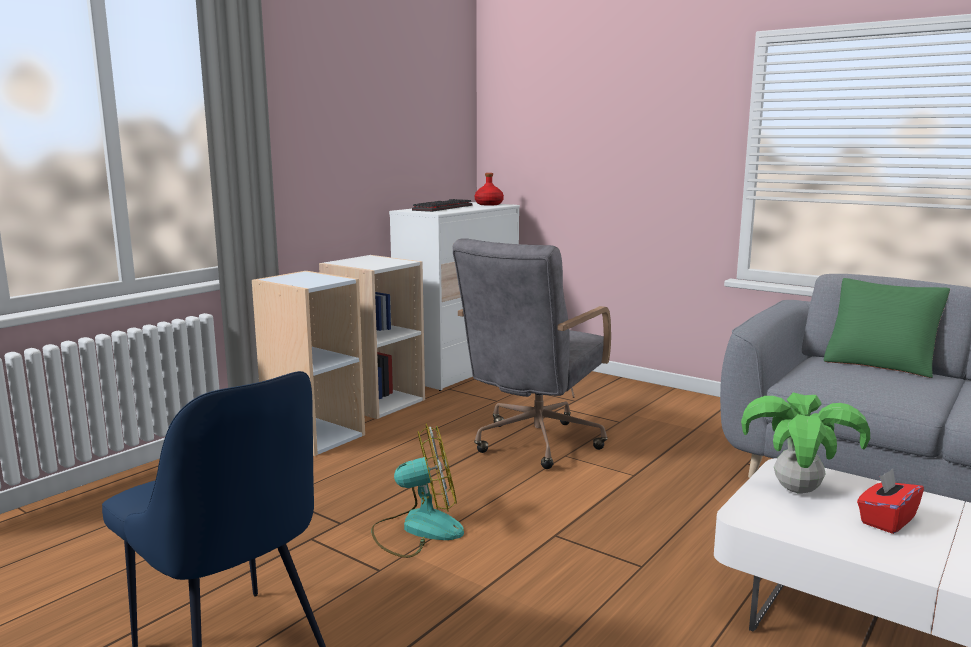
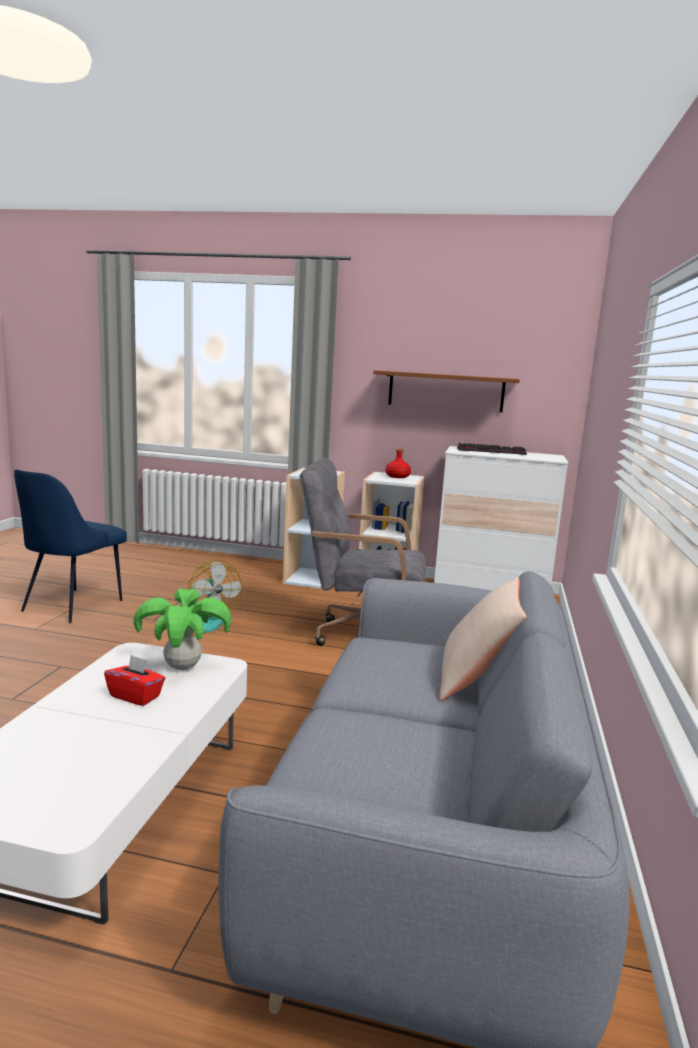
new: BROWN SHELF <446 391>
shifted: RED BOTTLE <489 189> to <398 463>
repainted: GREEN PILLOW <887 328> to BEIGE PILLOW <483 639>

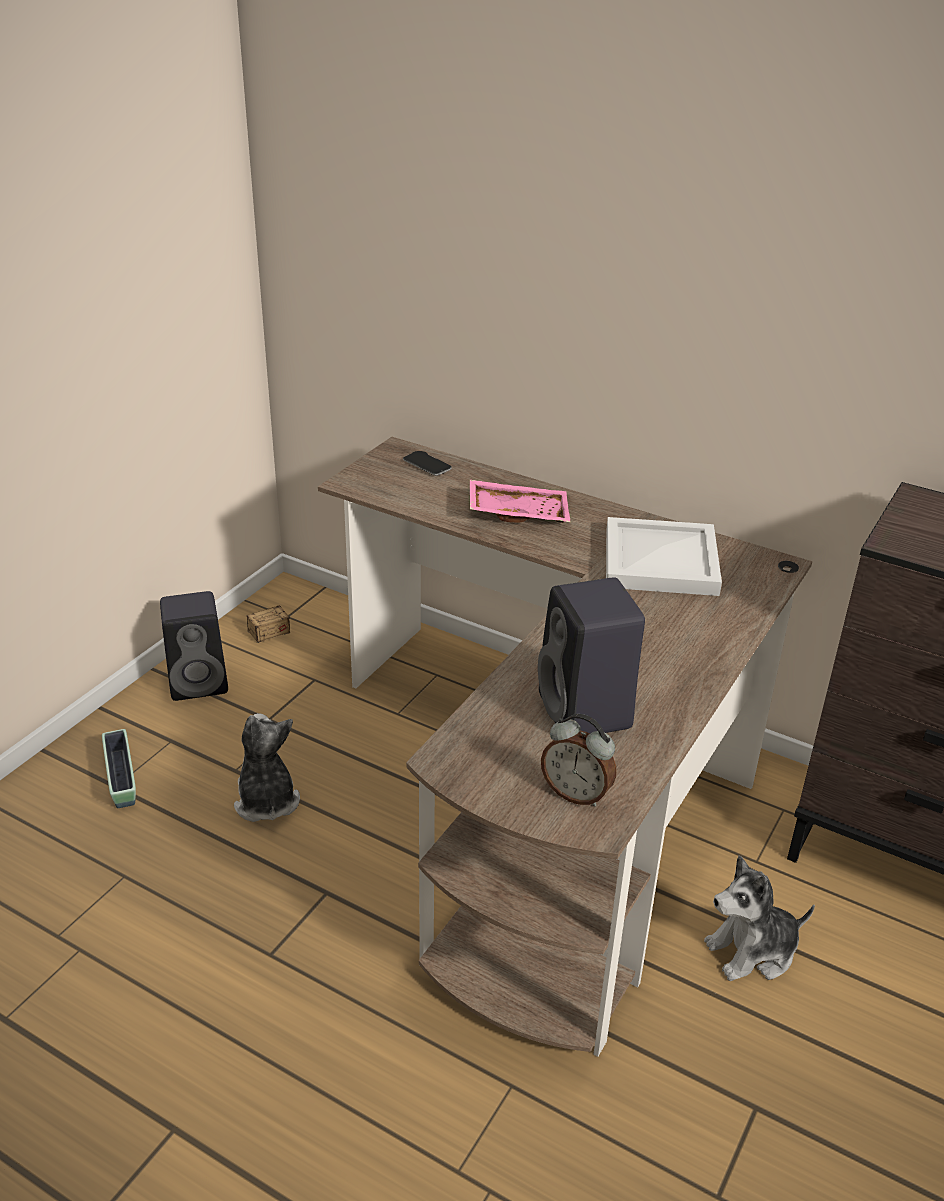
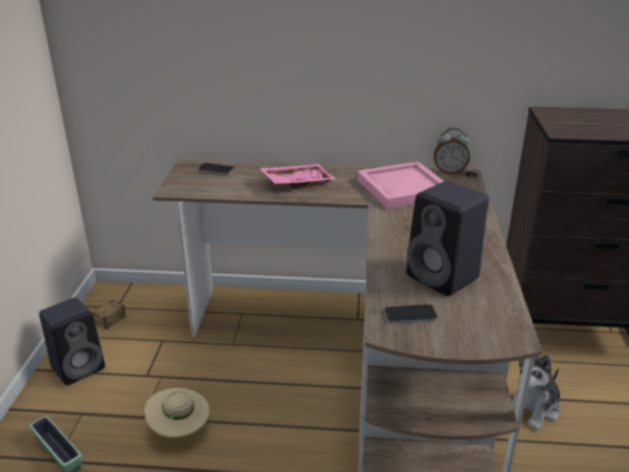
new: PHONE <411 313>
shifted: ALARM CLOCK <578 760> to <452 151>
swapped: PLUSH TOY <267 767> to BEIGE HAT <177 413>
repainted: WHITE TRAY <664 556> to PINK TRAY <400 185>

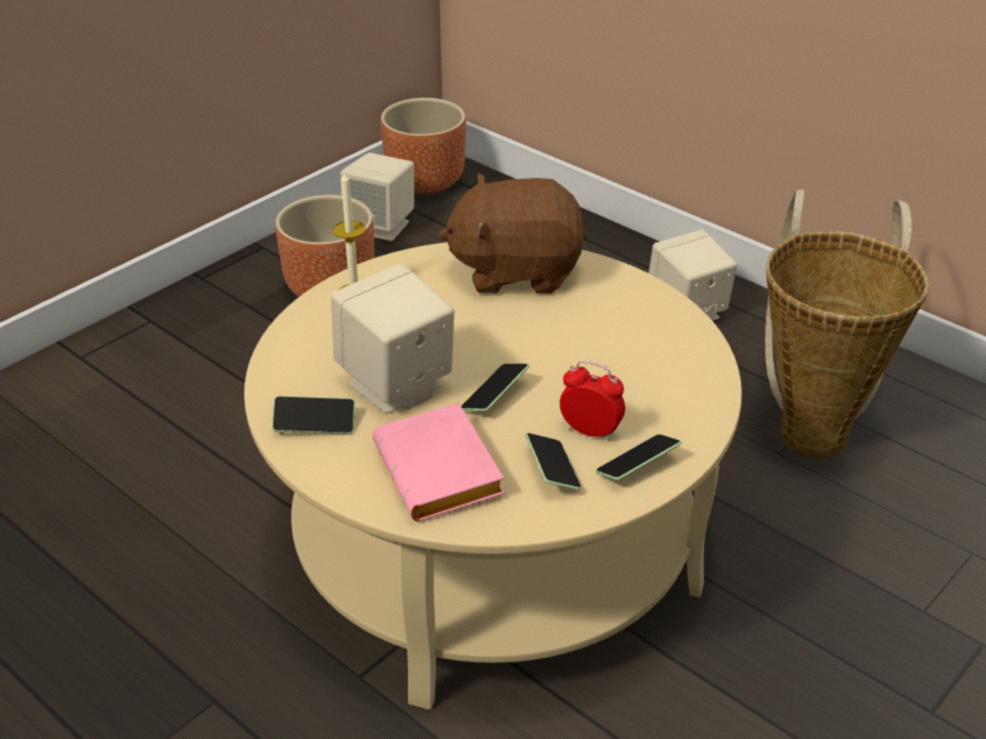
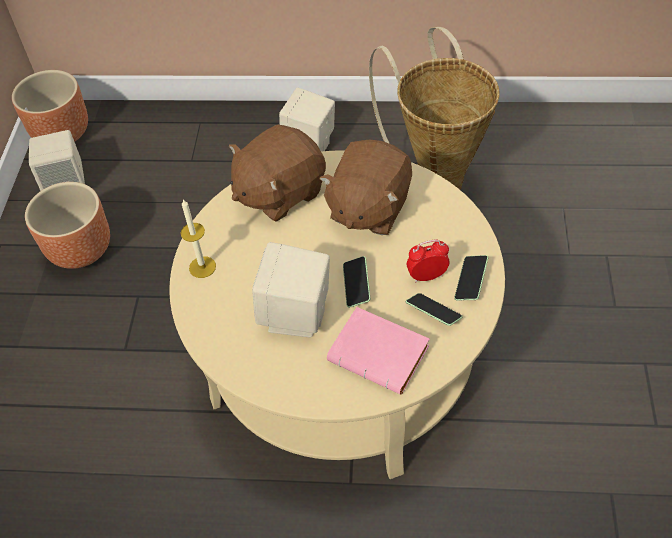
gone: PHONE <313 415>
new: BROWN PLUSH TOY <365 187>

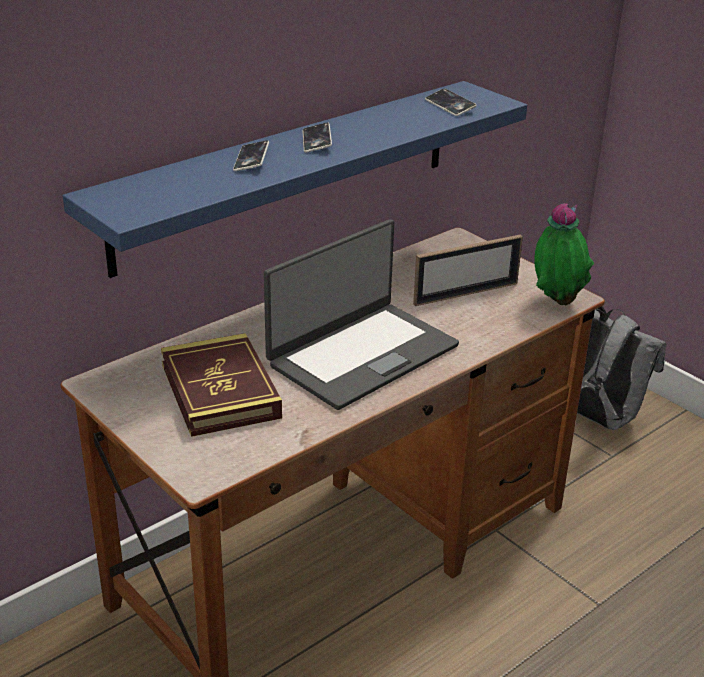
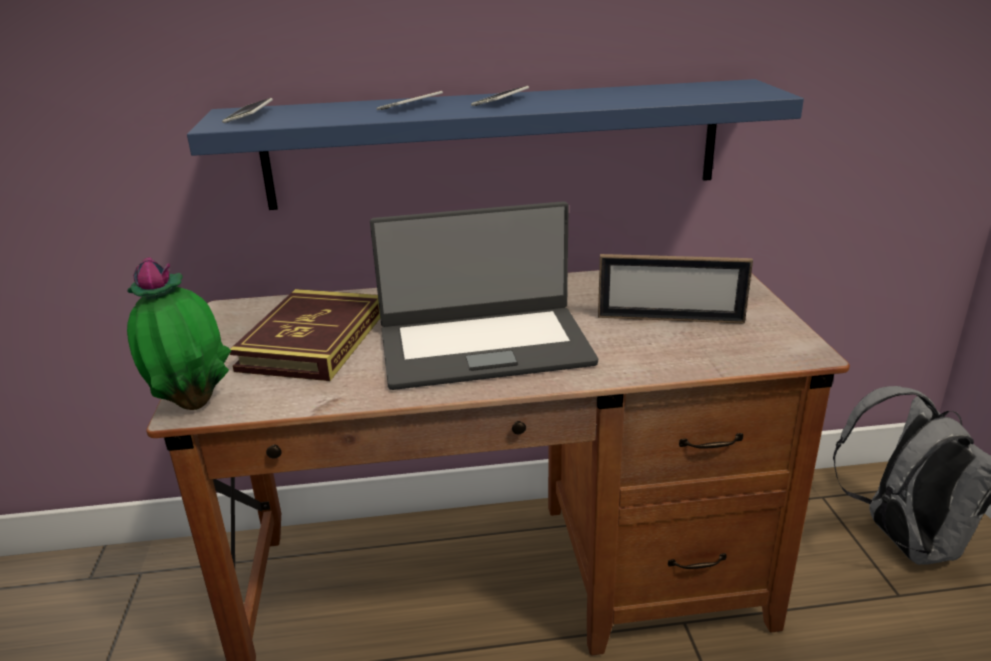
shifted: PHONE <451 102> to <247 110>; POTTED PLANT <564 254> to <179 333>

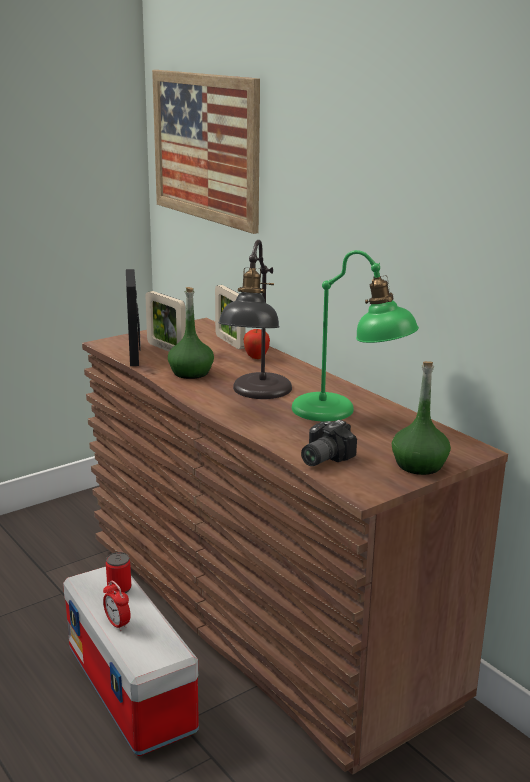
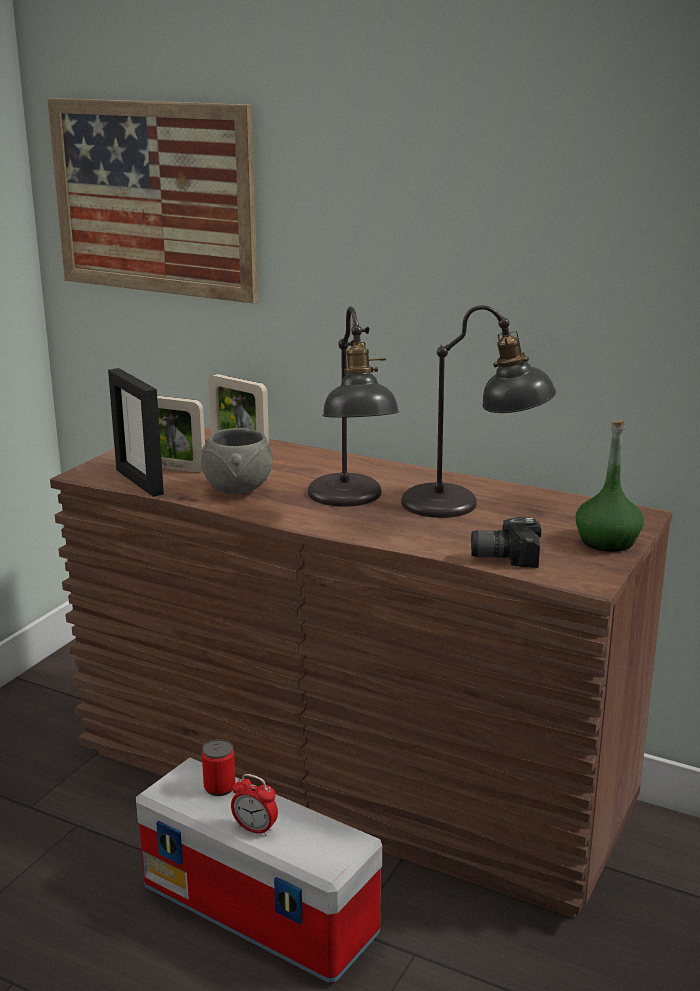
gone: APPLE <256 344>
swapped: GREEN BOTTLE <191 333> to GREY BOWL <237 461>
repainted: GREEN TABLE LAMP <355 336> to GREY TABLE LAMP <478 411>
rotated: PHOTO CAMERA <329 443> = <506 542> 75 degrees clockwise

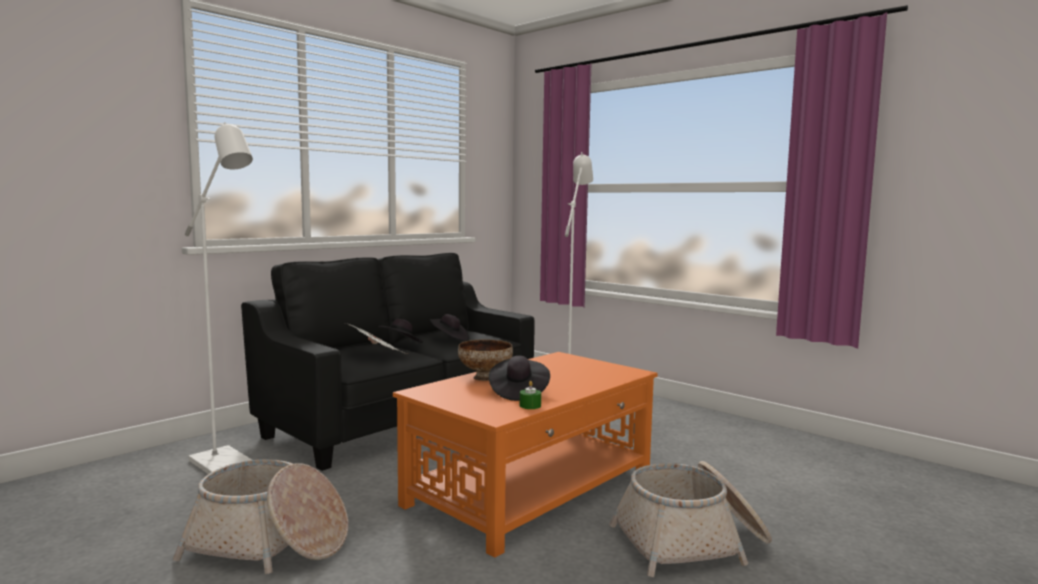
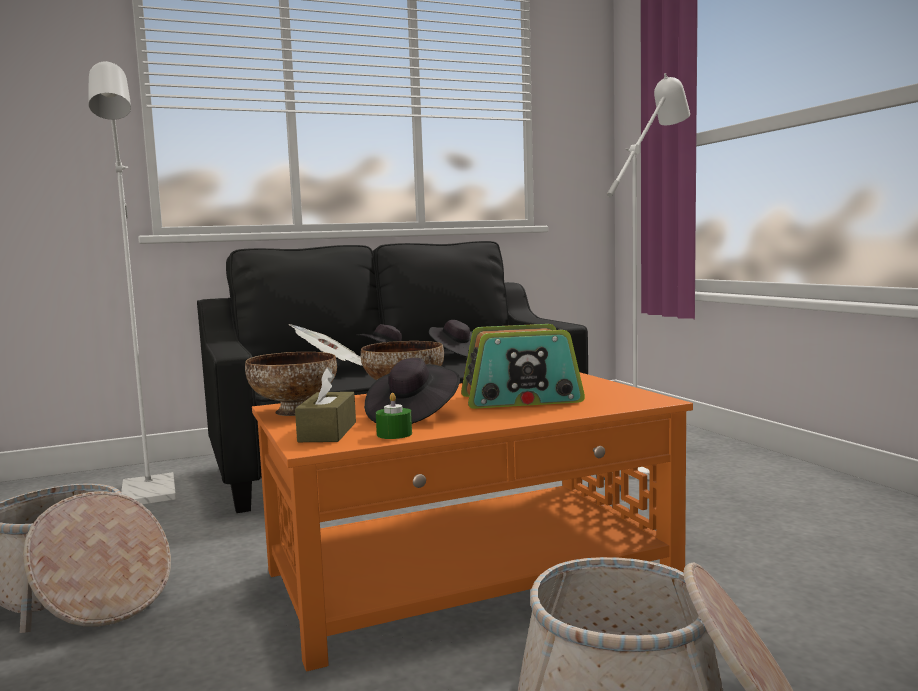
new: BOWL <291 384>; BROWN TISSUE BOX <325 404>; RADIO <523 366>

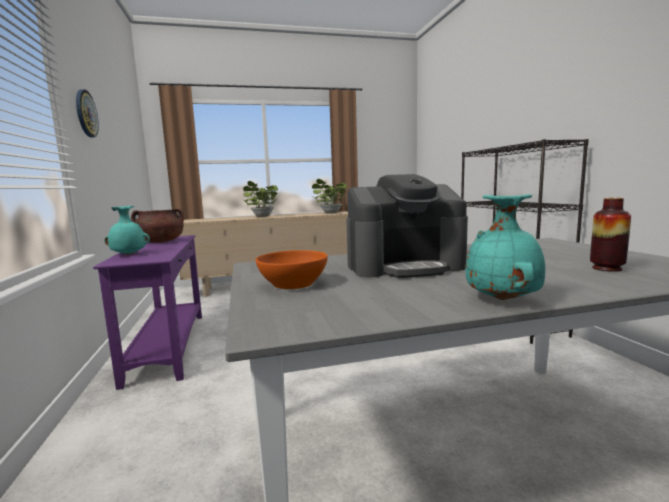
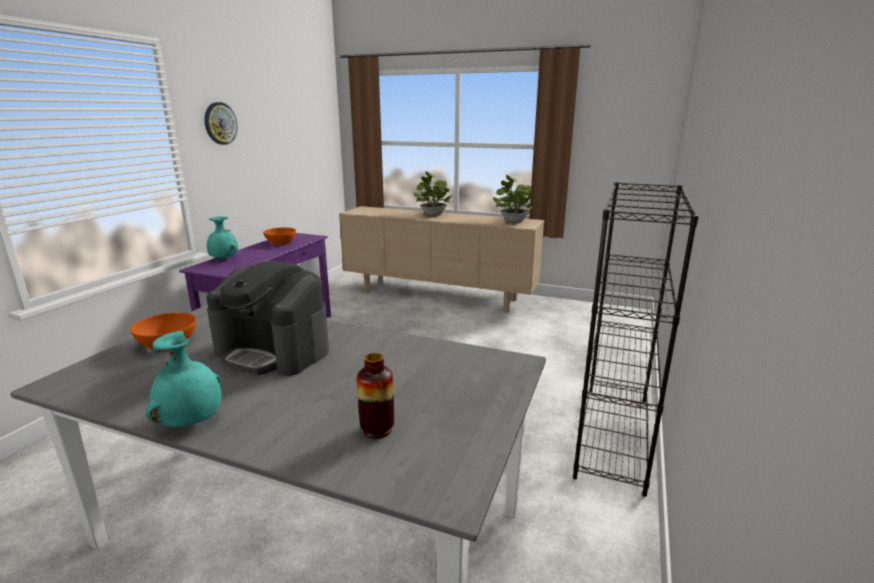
swapped: BROWN COOKING POT <157 226> to ORANGE BOWL <279 236>

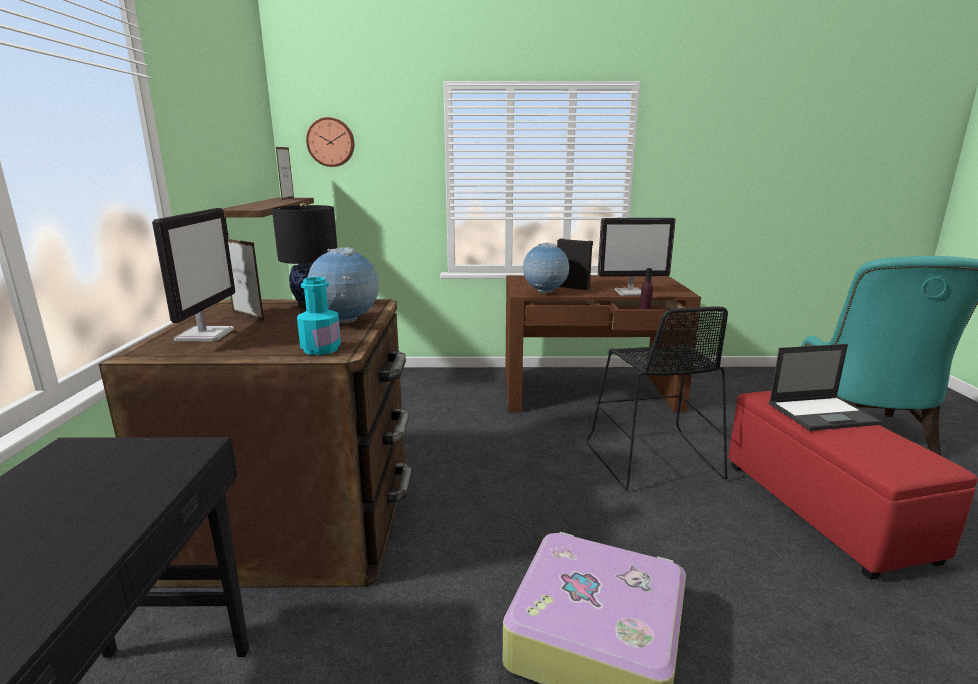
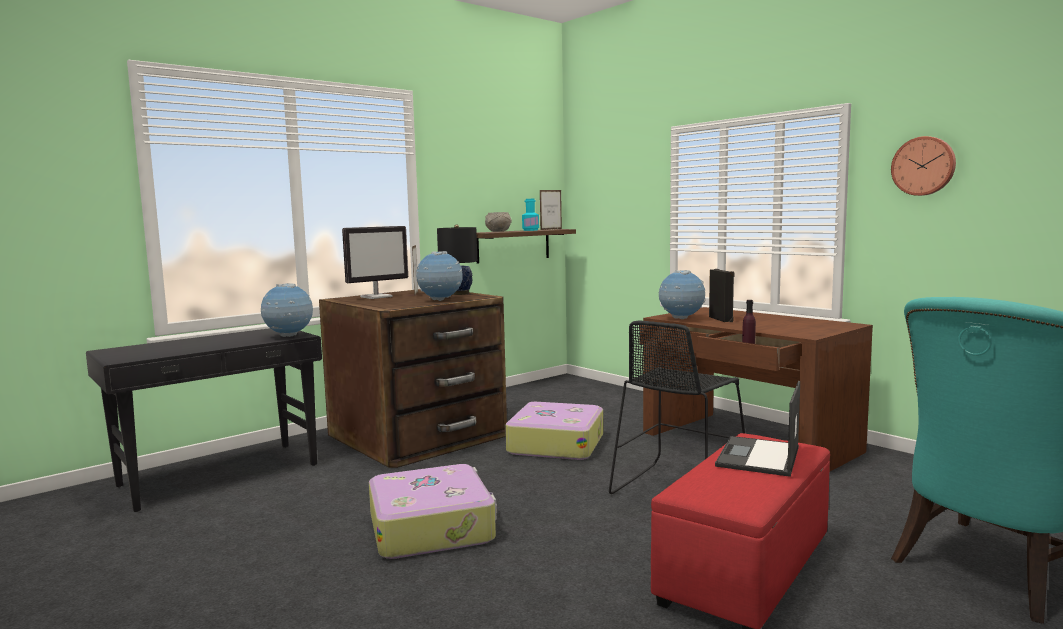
gone: MONITOR <637 257>
new: GLOBE <287 310>; GREY BOWL <498 222>; SUITCASE <554 431>
shifted: TURQUOISE BOTTLE <319 316> to <530 215>; WALL CLOCK <330 142> to <923 166>
rotated: LAPTOP <825 387> = <757 429> 75 degrees clockwise

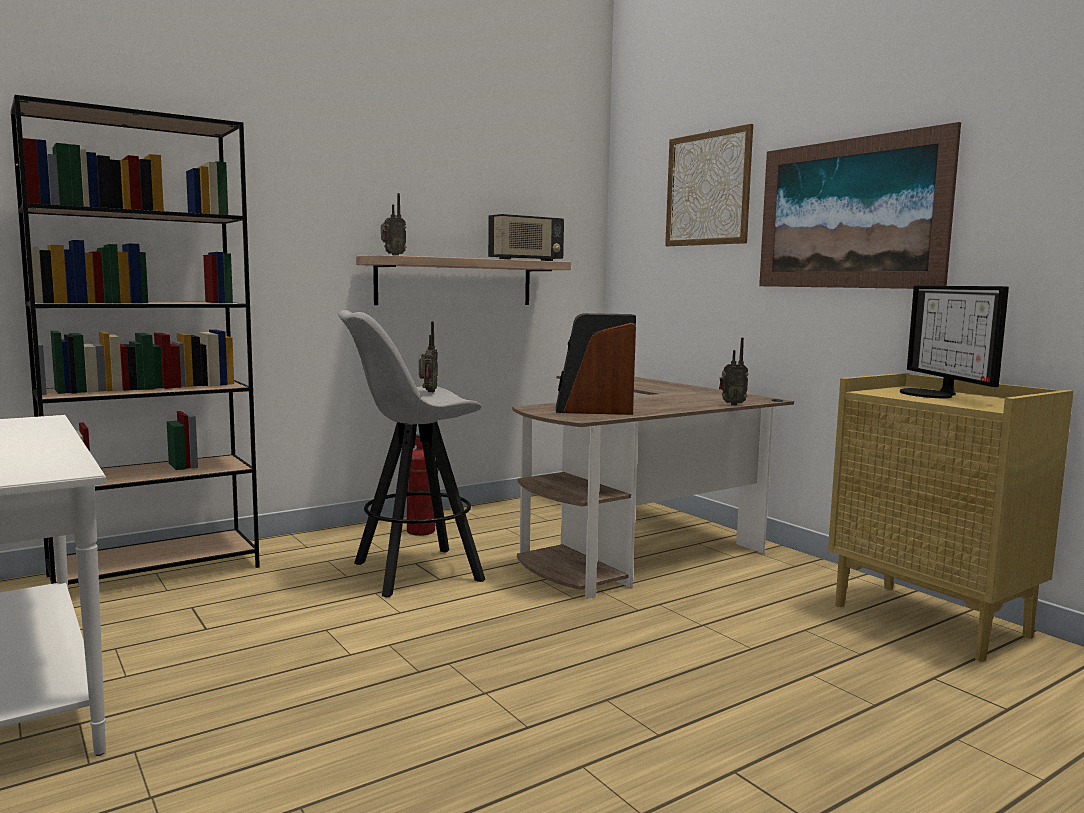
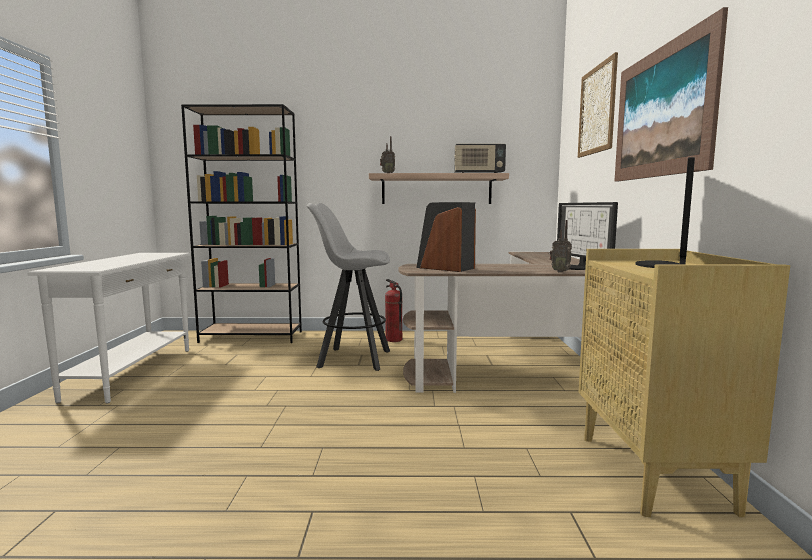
gone: RADIO <428 356>
new: MONITOR <587 236>

